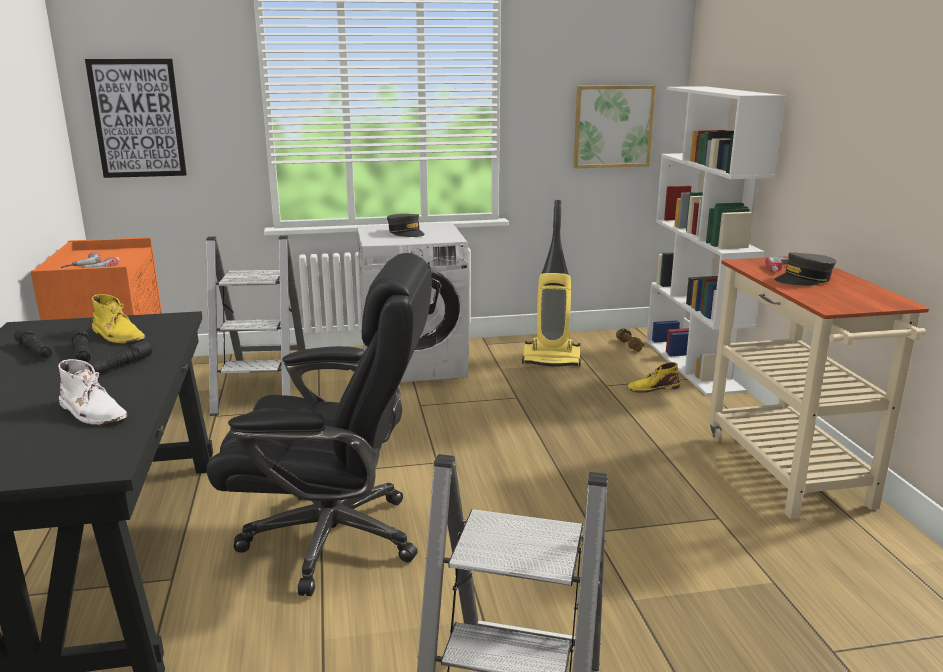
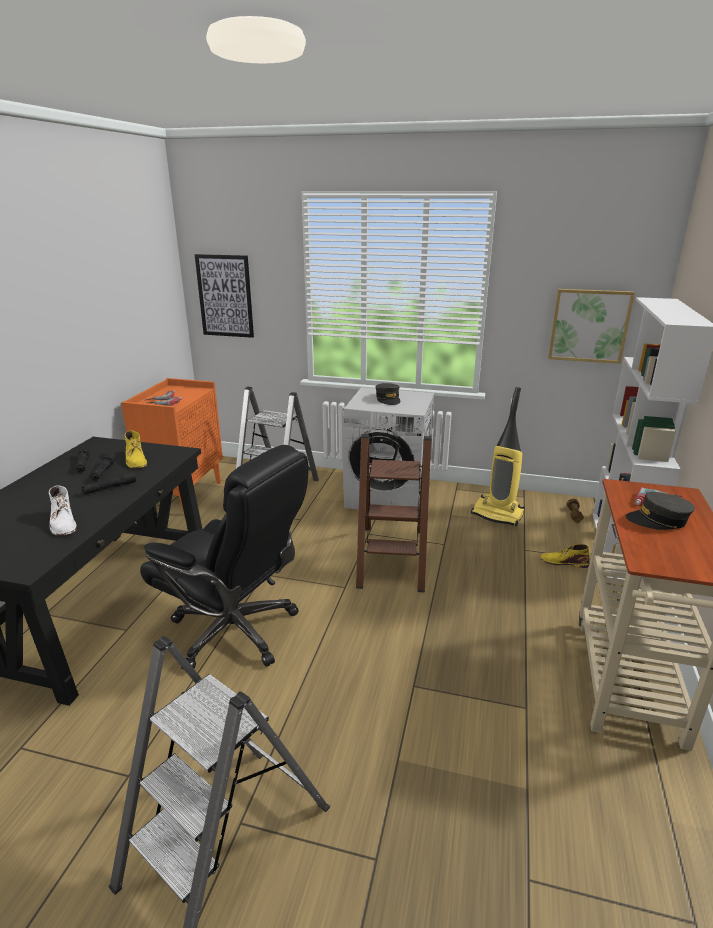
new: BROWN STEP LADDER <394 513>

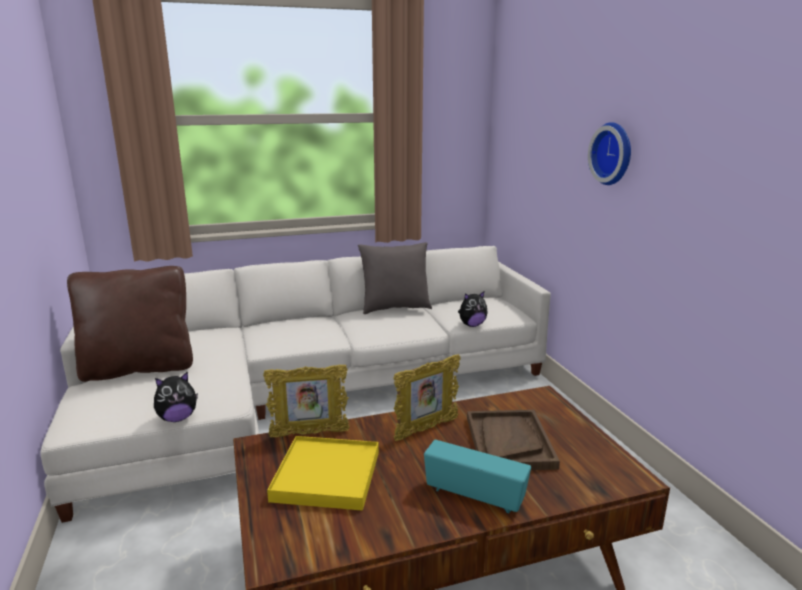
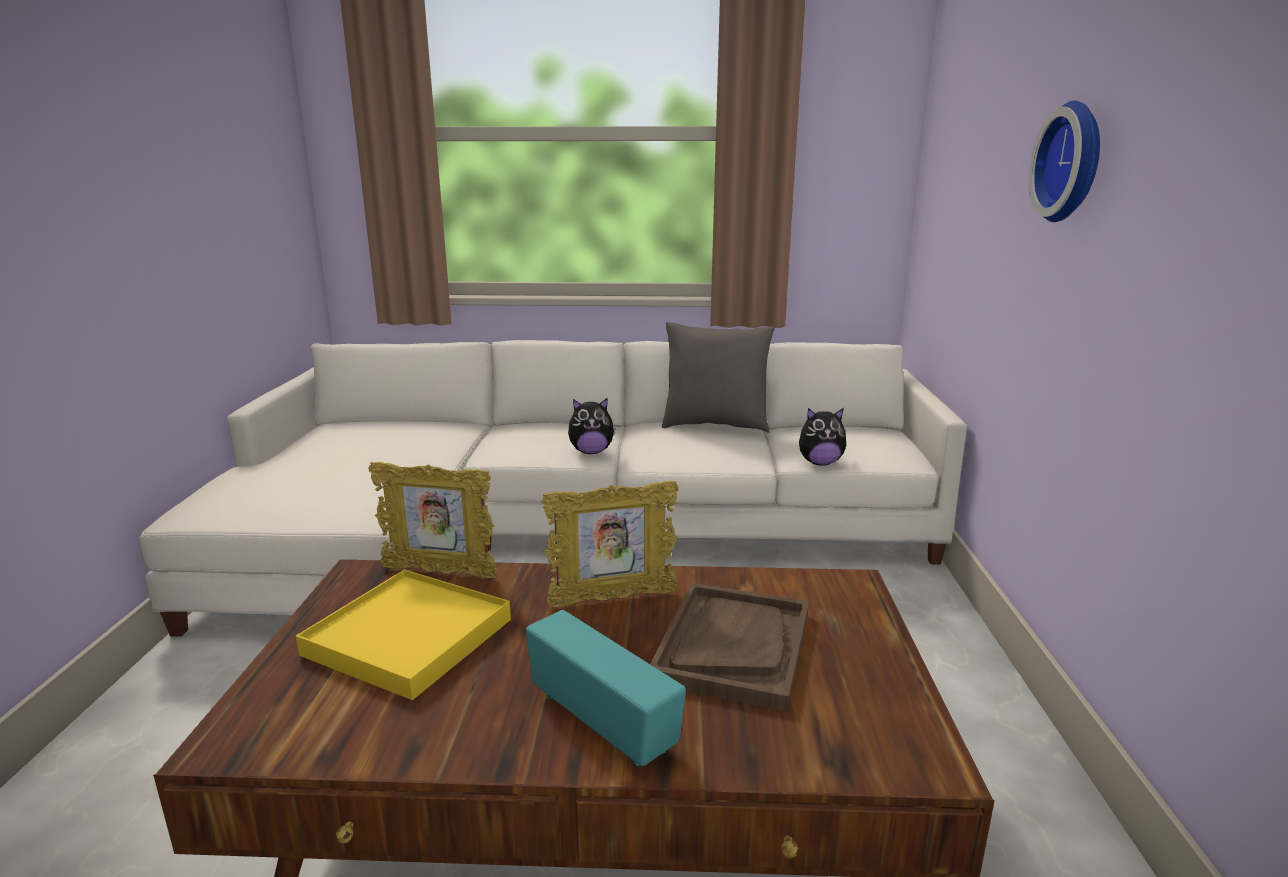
gone: BROWN PILLOW <130 324>
shifted: PLUSH TOY <176 396> to <592 426>

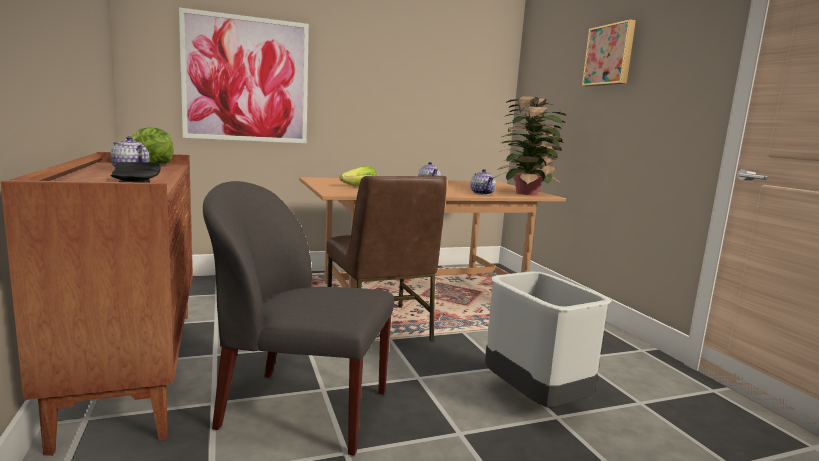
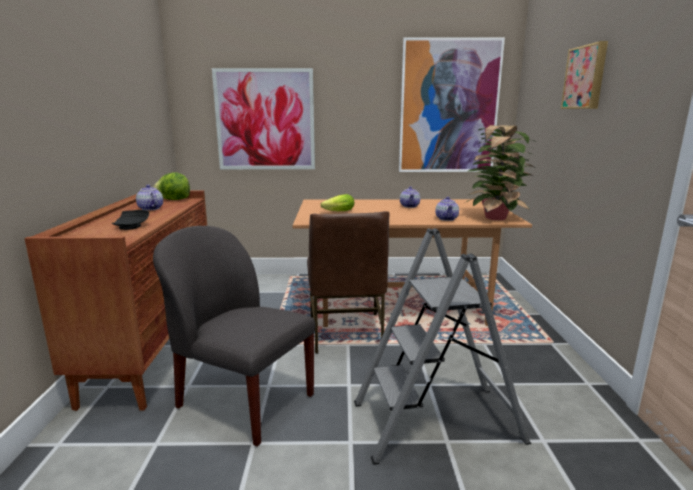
new: PICTURE <452 104>
swapped: GREY TRASH CAN <548 339> to GREY STEP LADDER <443 346>

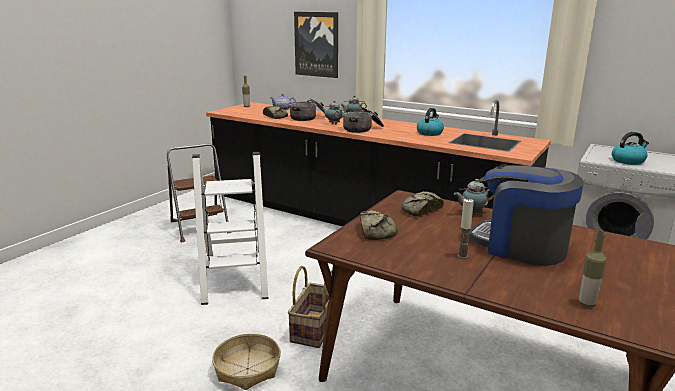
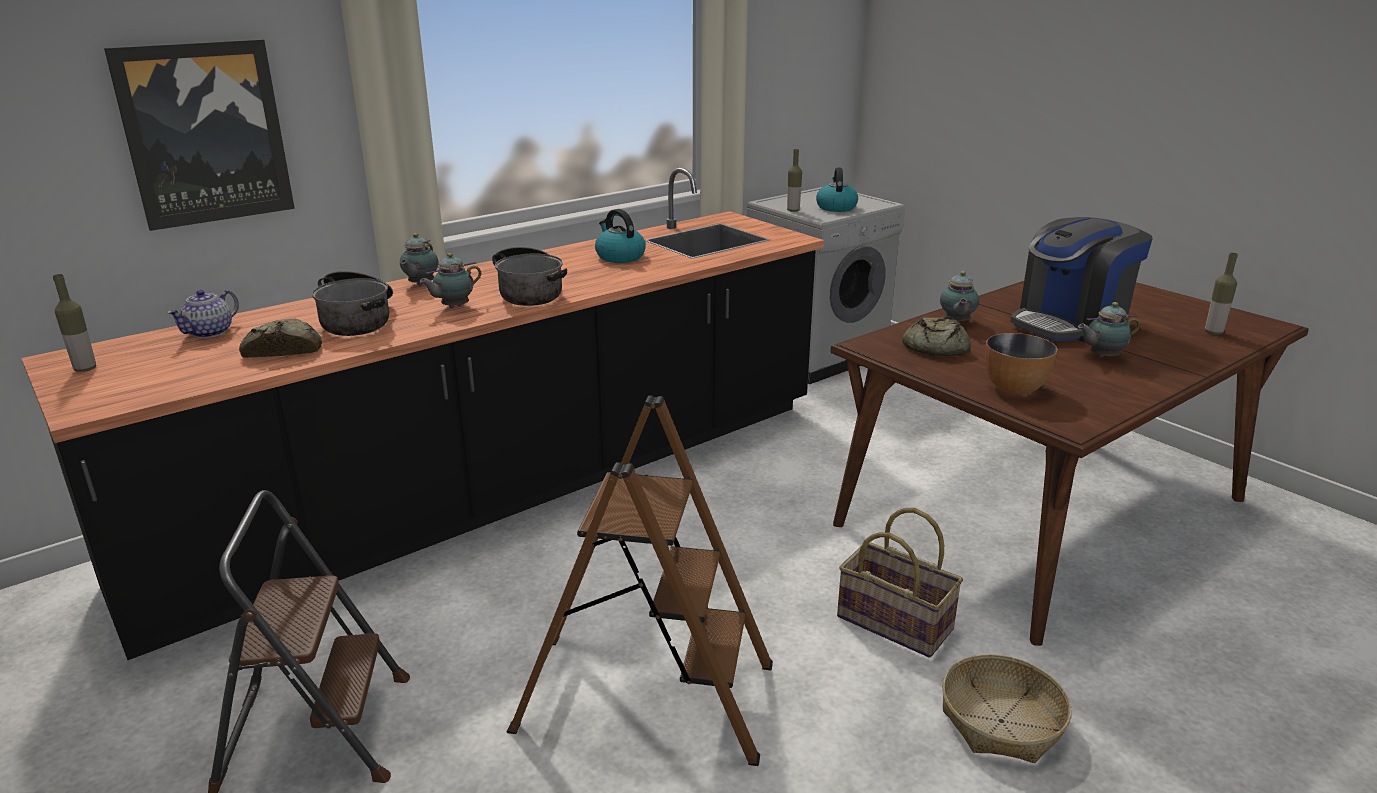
new: BOTTLE <794 180>
swapped: BREAD <379 225> to BOWL <1021 363>; CANDLE <466 229> to TEAPOT <1109 330>
repainted: WHITE STEP LADDER <230 228> to BROWN STEP LADDER <640 580>

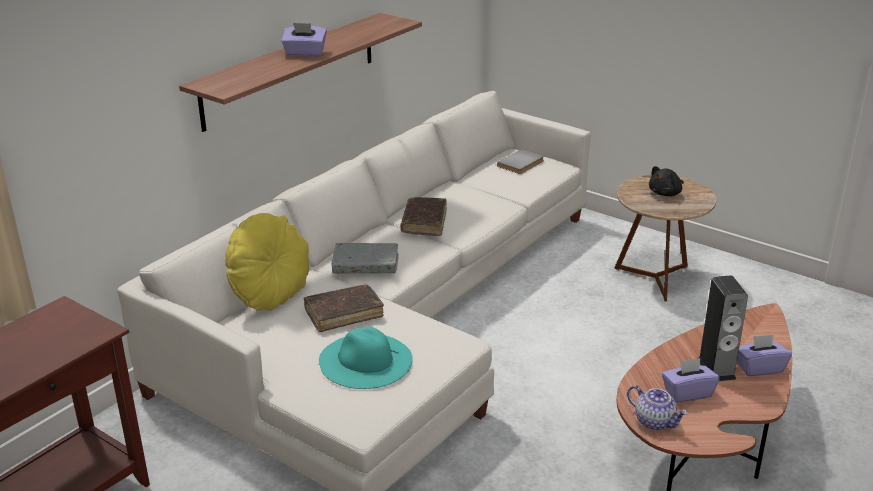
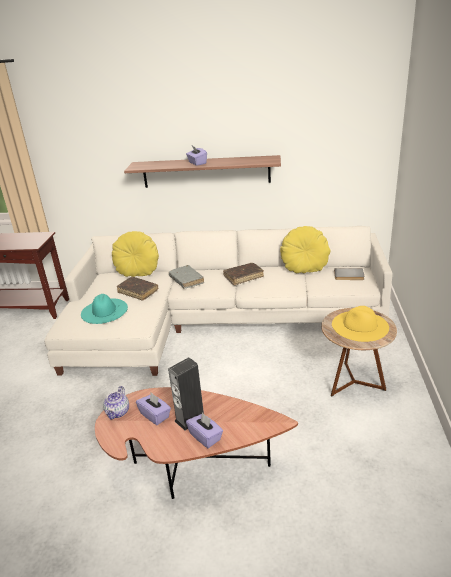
new: YELLOW PILLOW <305 249>
swapped: BLACK PLUSH TOY <666 181> to YELLOW HAT <360 324>

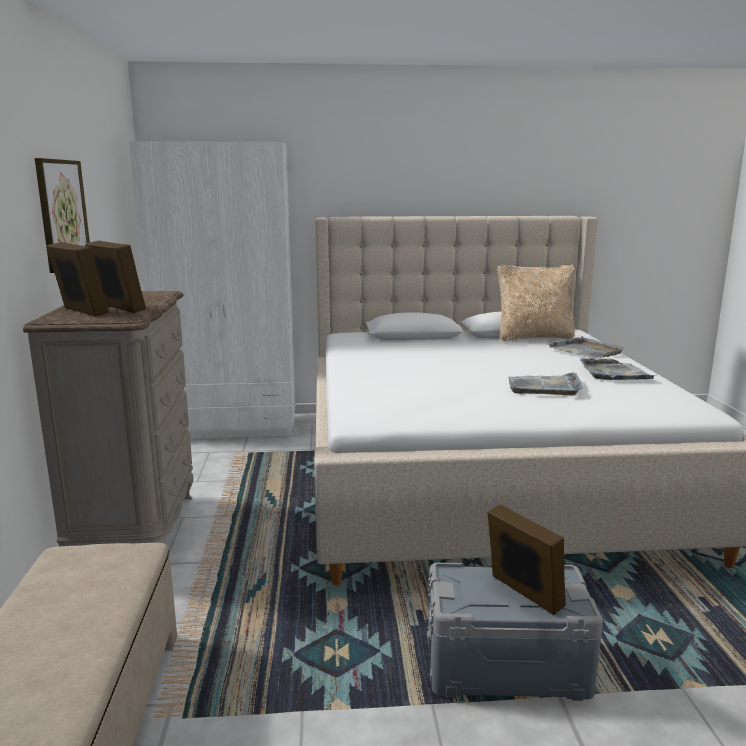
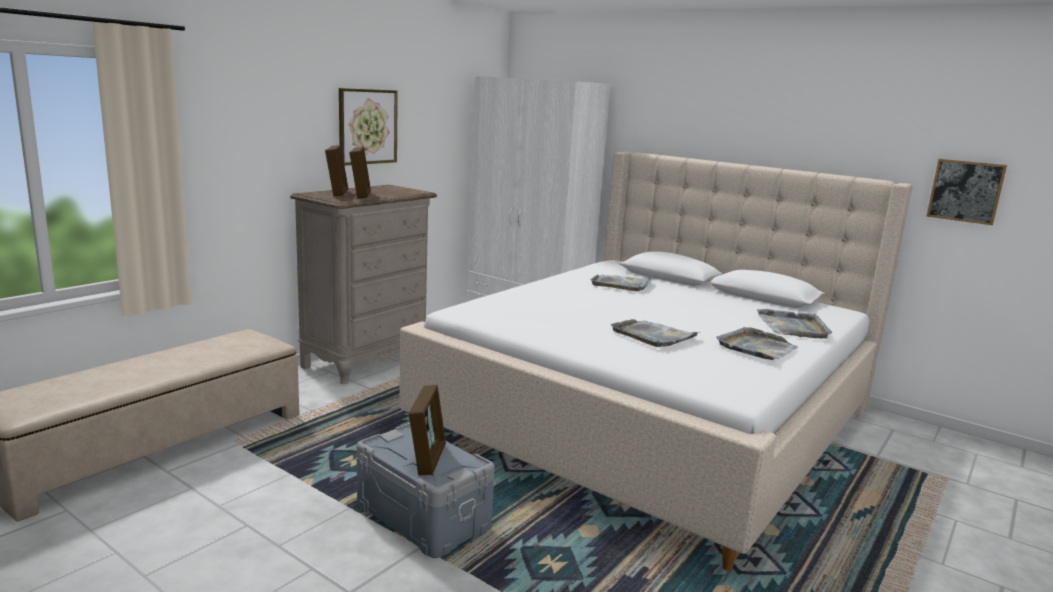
gone: BEIGE PILLOW <536 303>
new: GREY TRAY <621 282>; PICTURE <967 192>

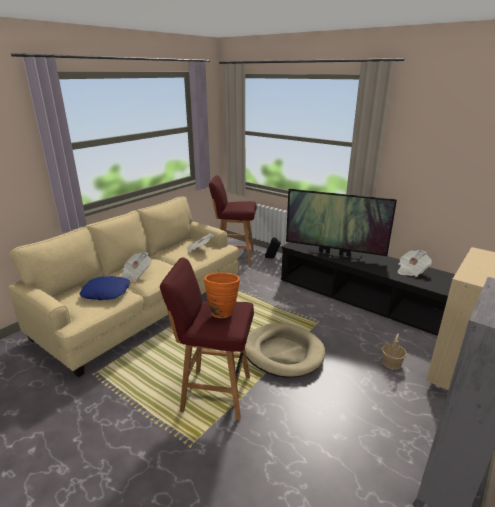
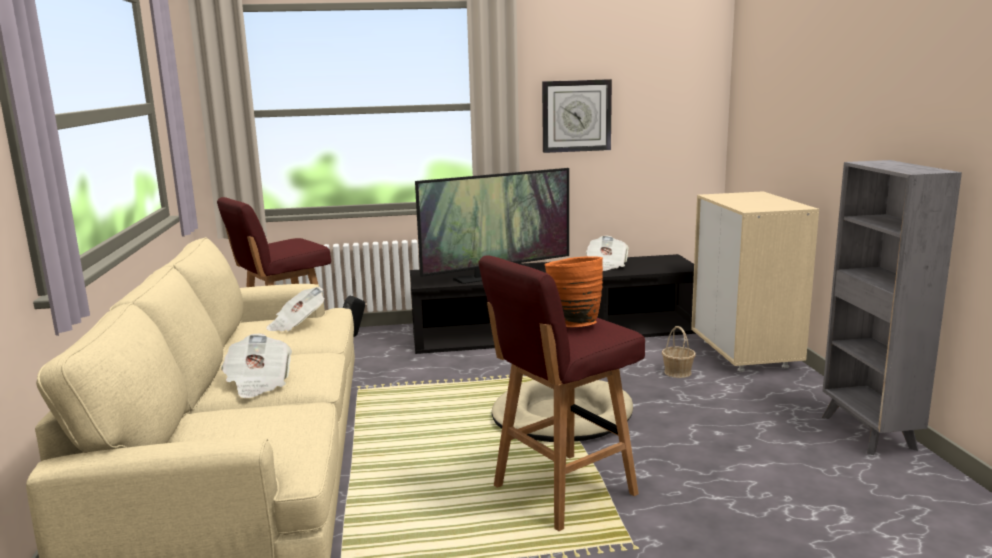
gone: BLUE PILLOW <104 288>
new: WALL CLOCK <577 116>

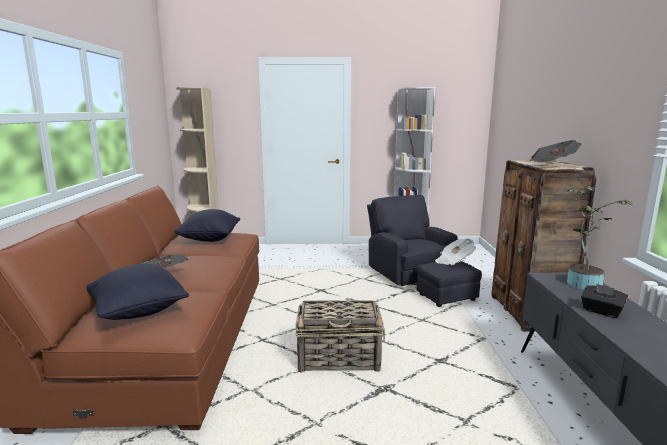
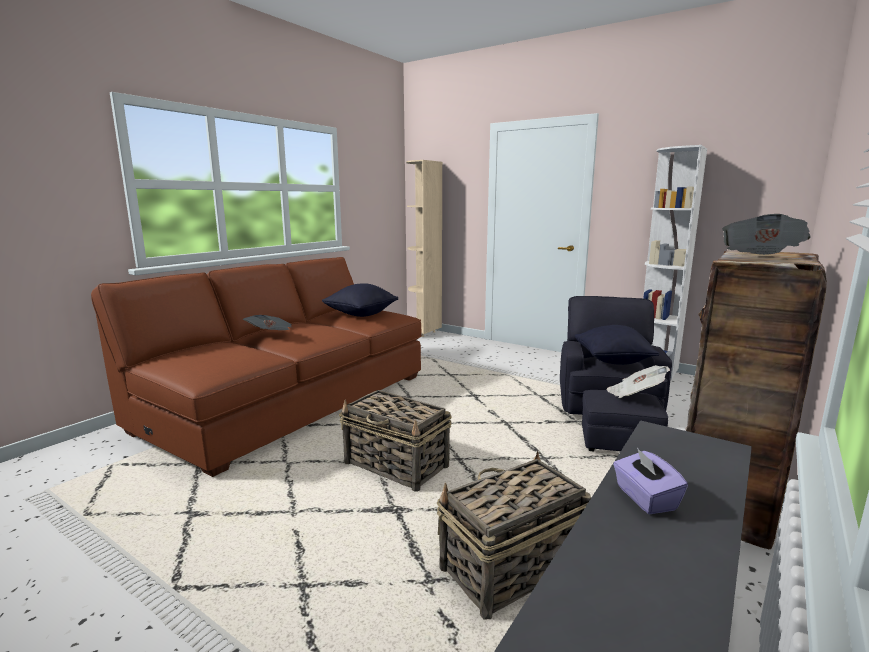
gone: POTTED PLANT <599 238>
new: BASKET <514 535>
shifted: BLACK PILLOW <137 291> to <617 345>
repainted: BLACK TISSUE BOX <605 300> to PURPLE TISSUE BOX <650 481>

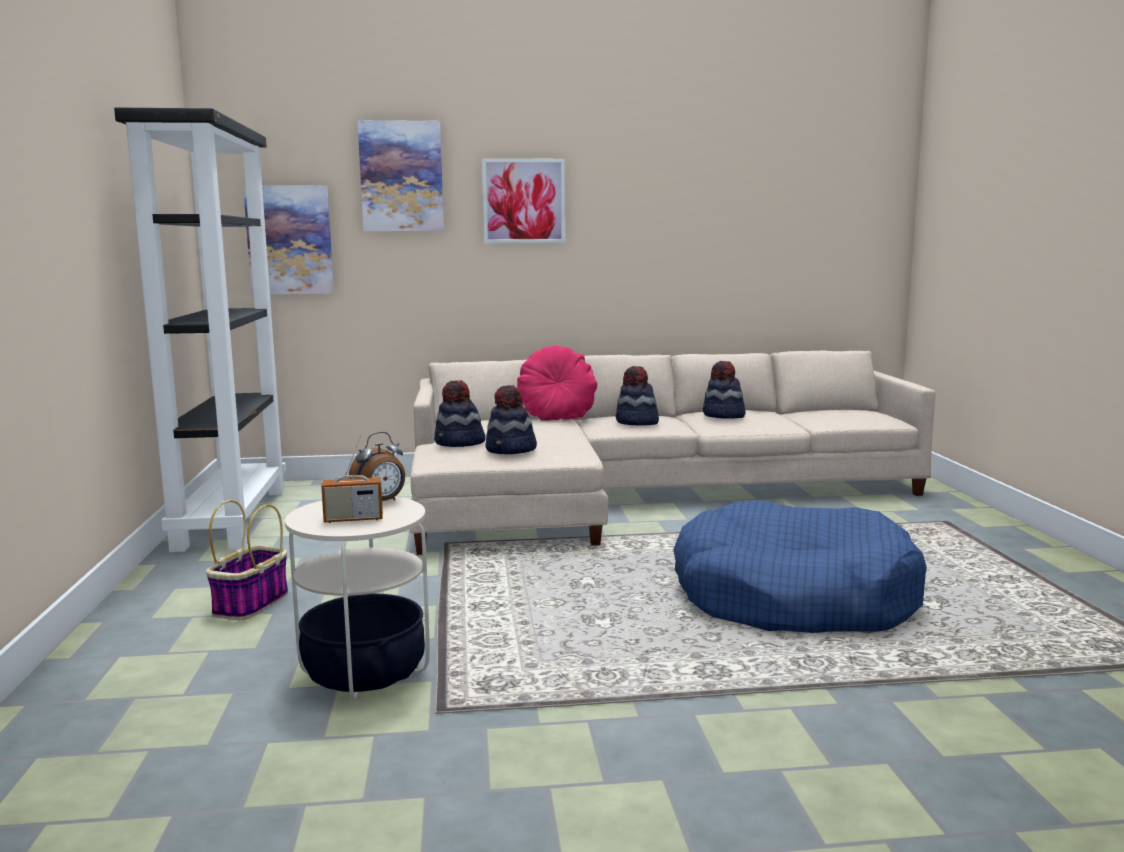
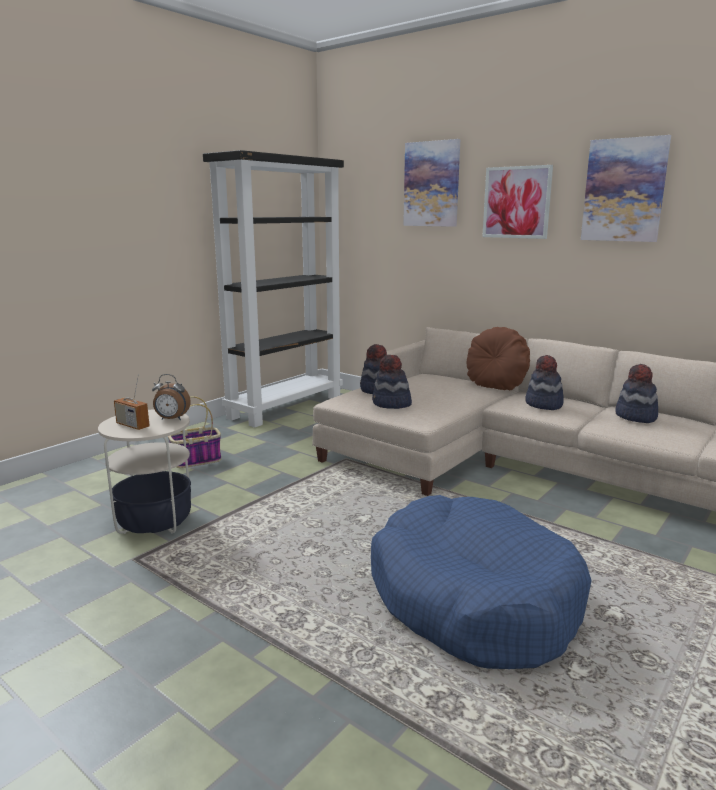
shifted: PICTURE <288 240> to <626 188>
repainted: PINK PILLOW <557 383> to BROWN PILLOW <498 358>

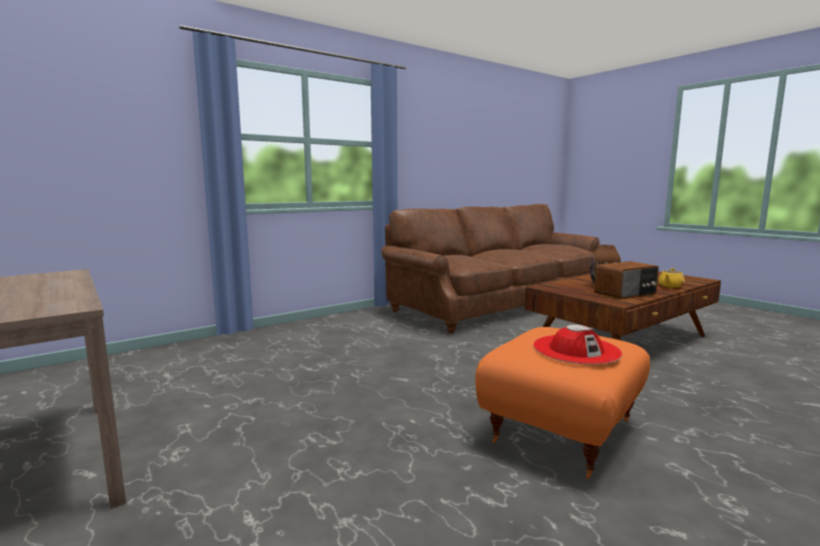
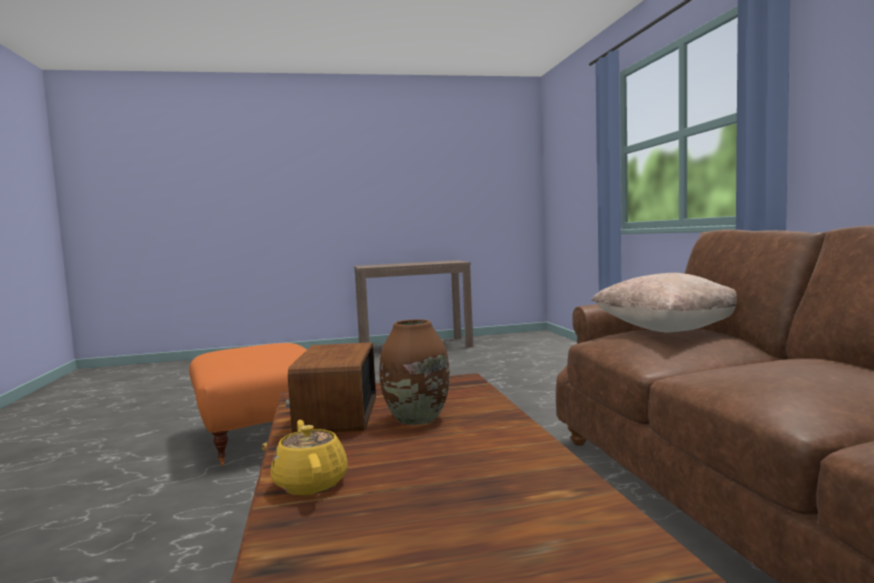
gone: RED HAT <577 345>
new: BEIGE PILLOW <664 303>

